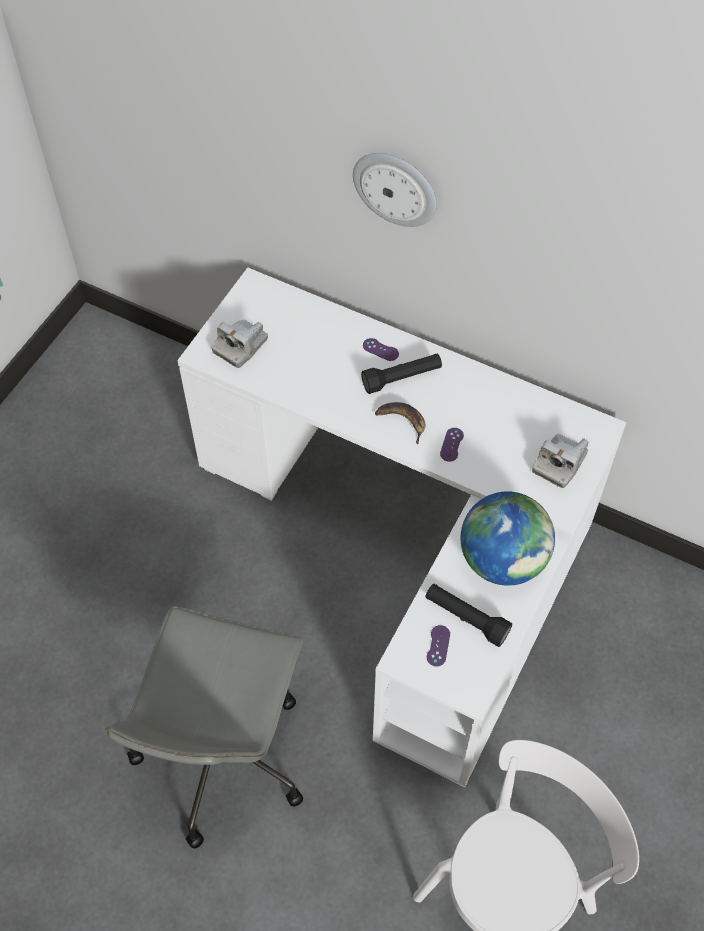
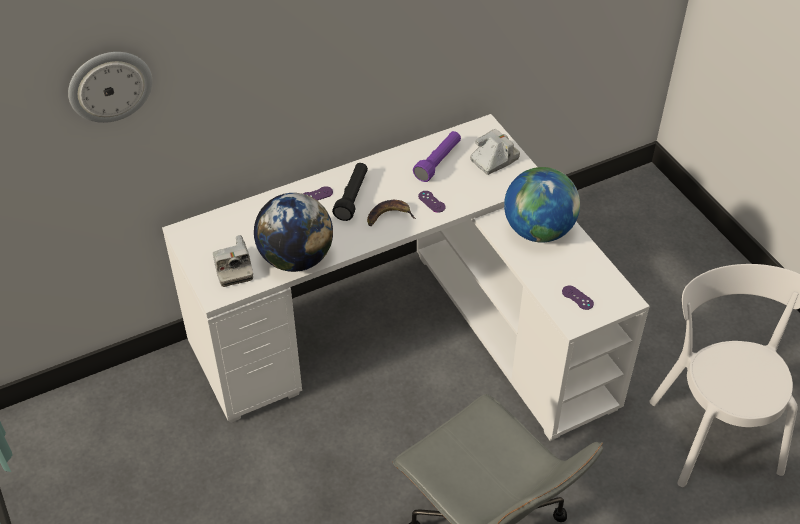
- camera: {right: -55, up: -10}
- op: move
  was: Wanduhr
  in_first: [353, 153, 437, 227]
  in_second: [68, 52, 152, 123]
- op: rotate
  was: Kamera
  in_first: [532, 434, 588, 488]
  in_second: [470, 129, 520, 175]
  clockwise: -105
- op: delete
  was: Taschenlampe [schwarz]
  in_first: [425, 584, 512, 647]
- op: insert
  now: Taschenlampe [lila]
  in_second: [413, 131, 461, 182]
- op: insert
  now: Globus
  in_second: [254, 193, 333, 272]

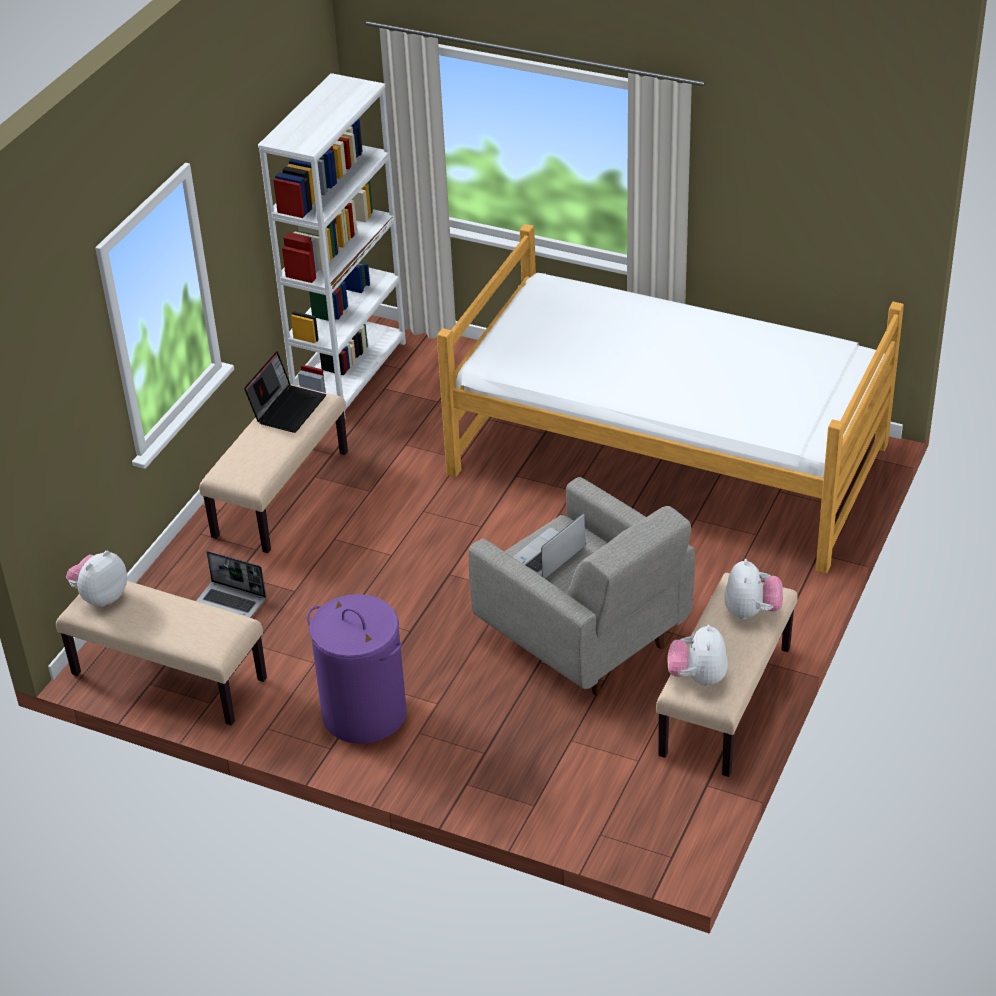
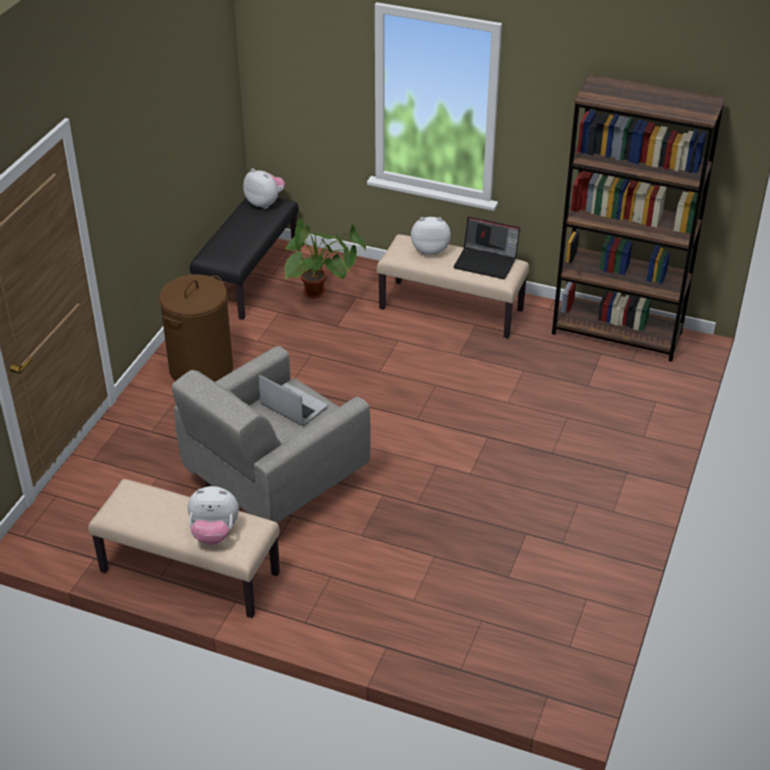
- camera: {right: 85, up: 0}
- op: recolor
  was: Bücherregal [weiß]
  now: Bücherregal [braun]
  in_first: [258, 73, 406, 418]
  in_second: [552, 74, 725, 362]
- op: delete
  was: Bett
  in_first: [437, 224, 904, 573]
- op: replace
  was: Laptop
  now: Topfpflanze
  in_first: [196, 551, 266, 618]
  in_second: [284, 219, 366, 298]
- op: recolor
  was: Bank [beige]
  now: Bank [schwarz]
  in_first: [56, 581, 267, 725]
  in_second: [190, 198, 299, 320]
- op: recolor
  was: Wäschekorb [lila]
  now: Wäschekorb [braun]
  in_first: [307, 594, 407, 744]
  in_second: [159, 274, 233, 382]
- op: move
  was: Plüschtier
  in_first: [668, 624, 728, 686]
  in_second: [411, 217, 451, 255]

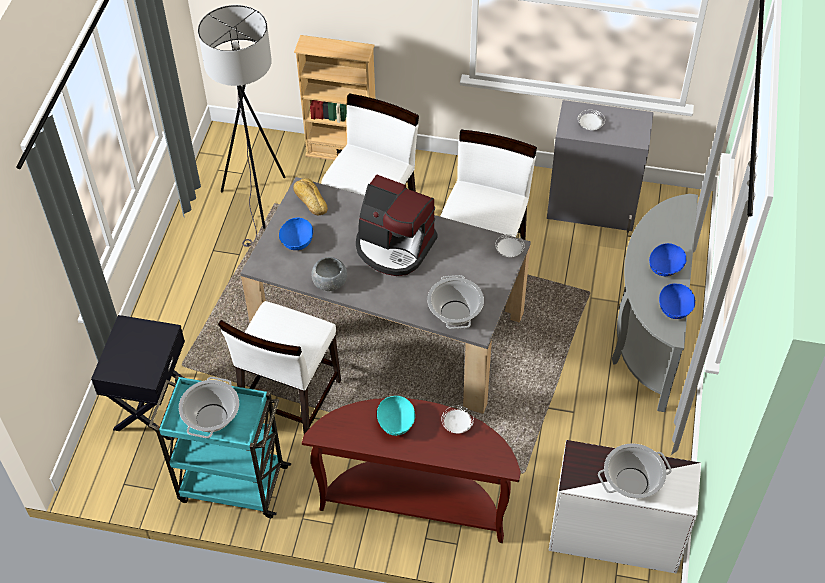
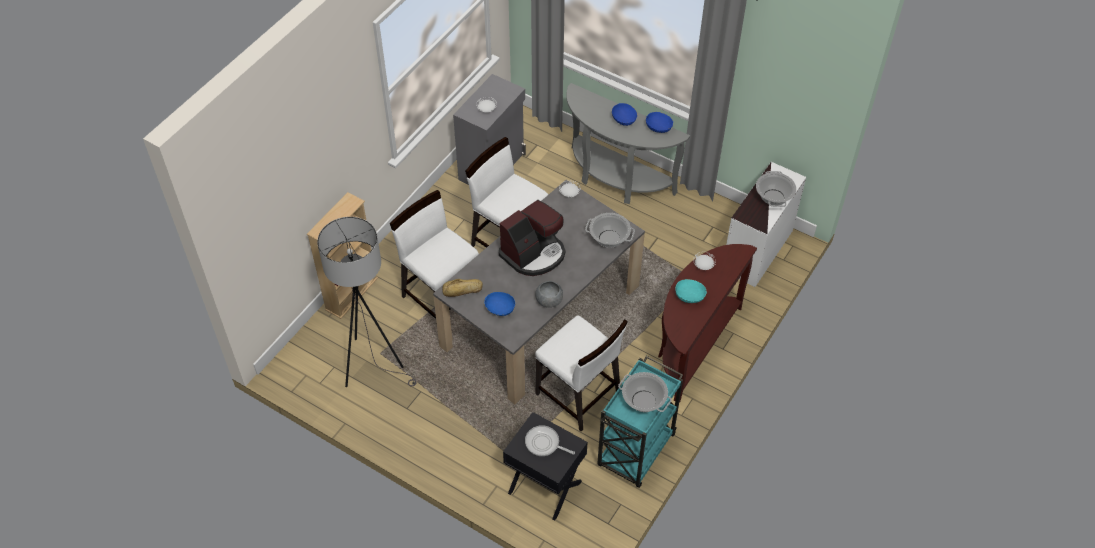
- camera: {right: -70, up: 0}
- op: insert
  now: Pfanne
  in_second: [525, 425, 575, 456]

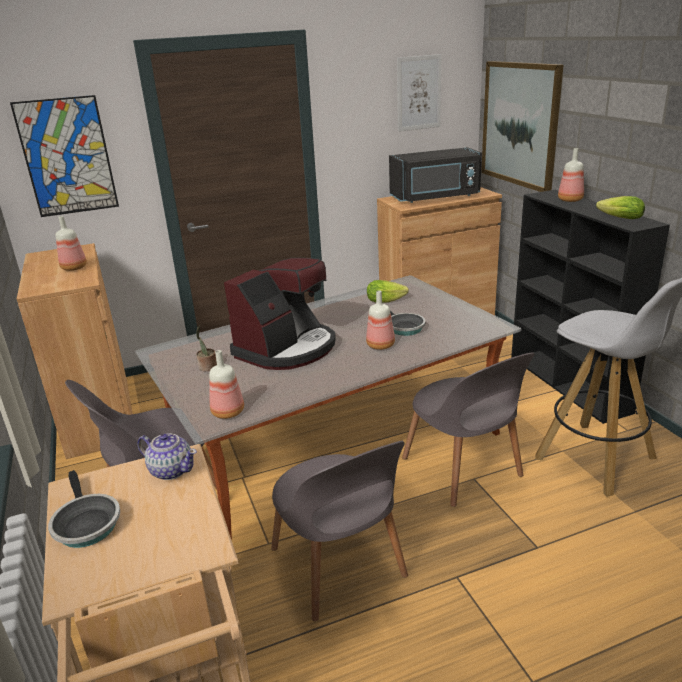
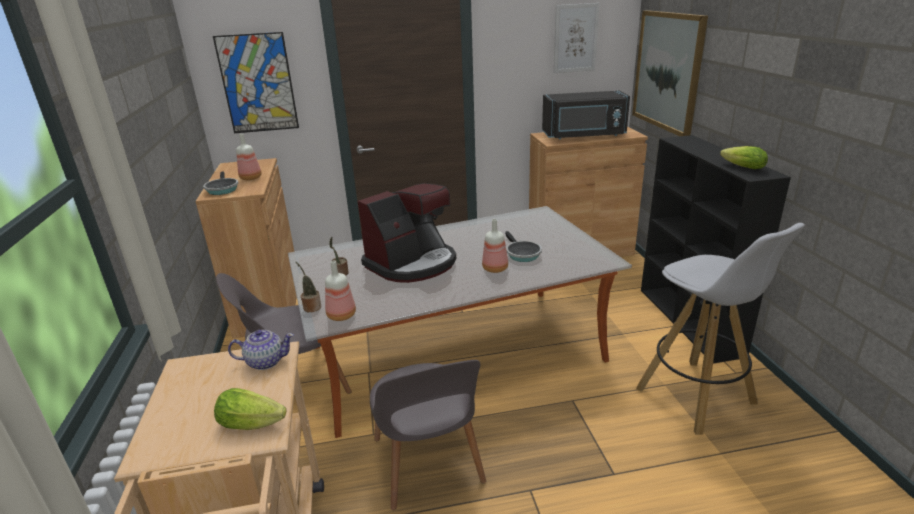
- camera: {right: 10, up: 0}
- op: delete
  was: Flasche
  in_first: [558, 148, 584, 202]
- op: move
  was: Salatkopf
  in_first: [367, 280, 409, 303]
  in_second: [214, 388, 286, 430]
- op: delete
  was: Stuhl [grau]
  in_first: [402, 352, 535, 507]
- op: rotate
  was: Teekanne
  in_first: [137, 433, 197, 480]
  in_second: [228, 330, 294, 370]
  clockwise: -45
- op: move
  was: Pfanne
  in_first: [48, 470, 120, 548]
  in_second: [203, 171, 238, 195]
- op: insert
  now: Topfpflanze
  in_second: [296, 262, 322, 312]

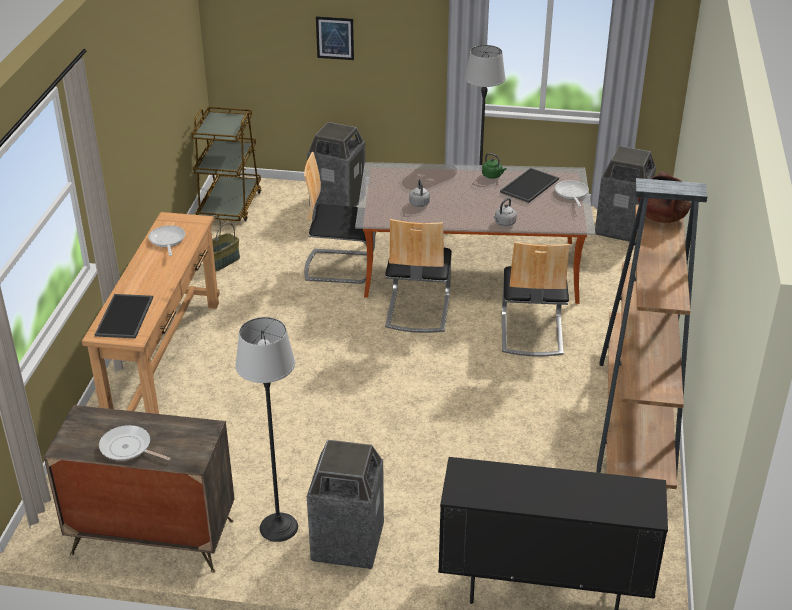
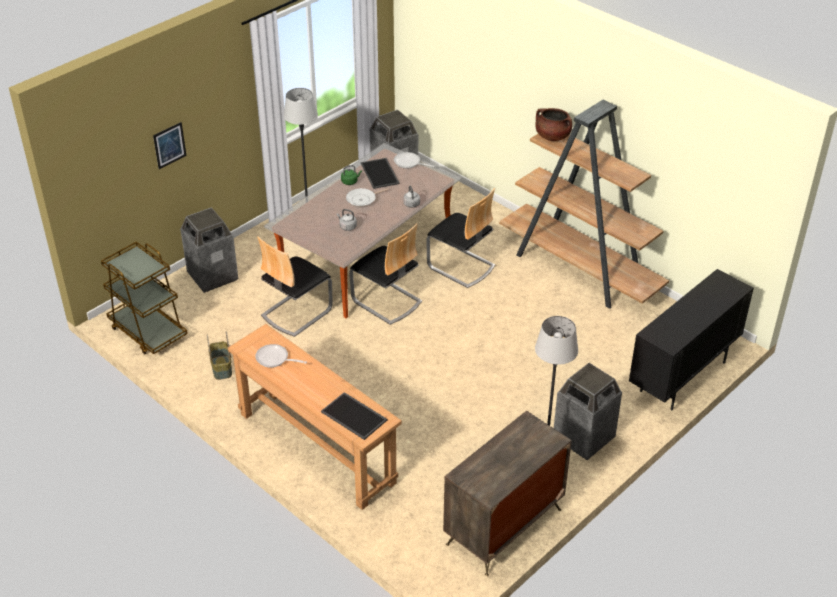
- camera: {right: -55, up: 5}
- op: move
  was: Pfanne
  in_first: [99, 425, 171, 461]
  in_second: [346, 188, 389, 207]

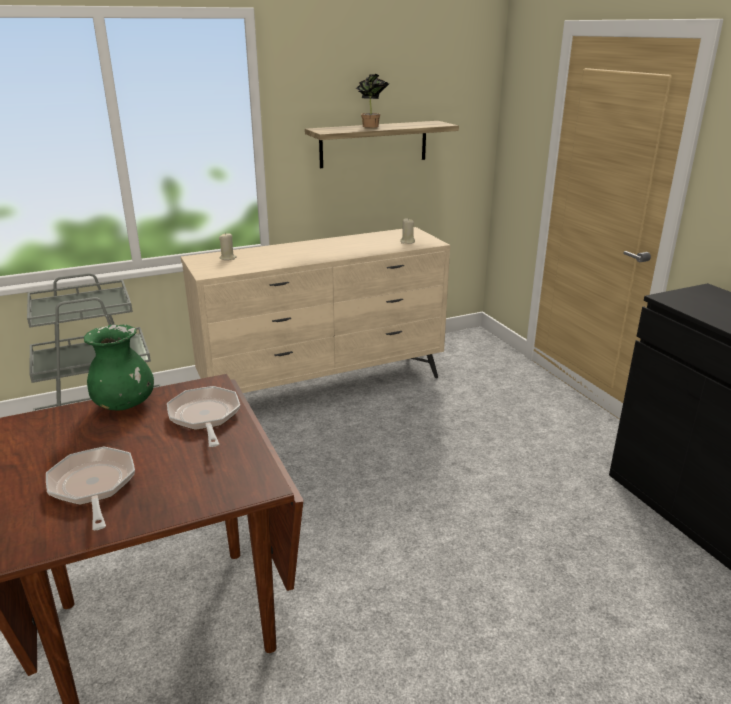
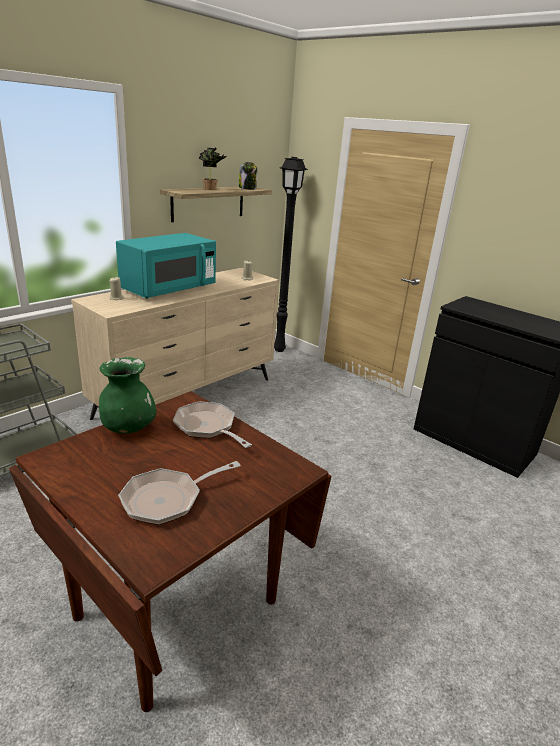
- camera: {right: -25, up: 0}
- op: rotate
  was: Pfanne
  in_first: [46, 447, 135, 530]
  in_second: [118, 461, 241, 525]
  clockwise: -75
- op: insert
  now: Stehlampe [schwarz]
  in_second: [274, 157, 308, 352]
- op: insert
  now: Vorratsglas
  in_second: [239, 162, 257, 190]
- op: insert
  now: Mikrowelle [türkis]
  in_second: [116, 233, 216, 299]

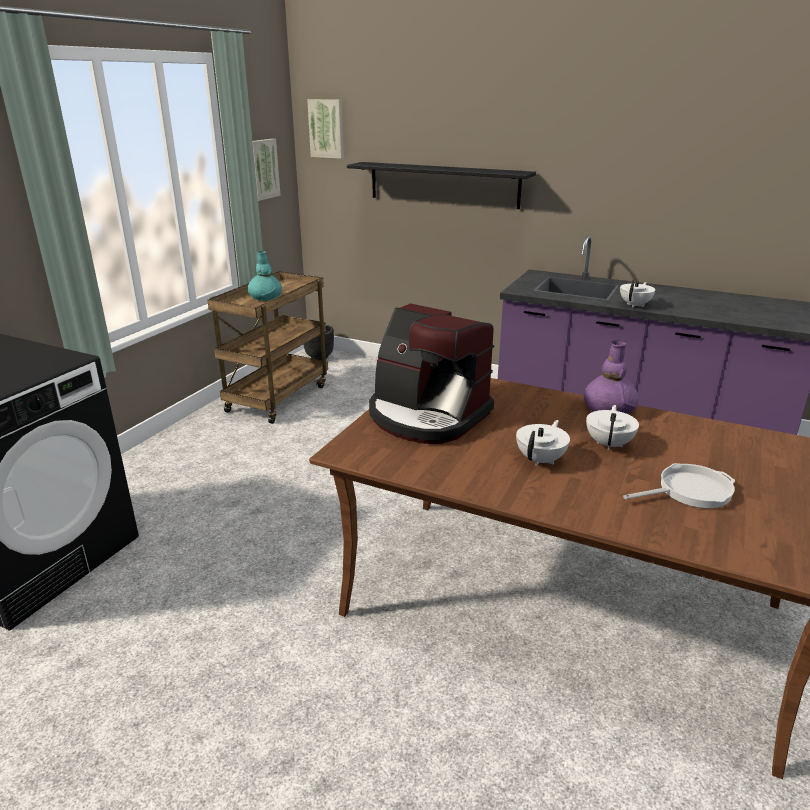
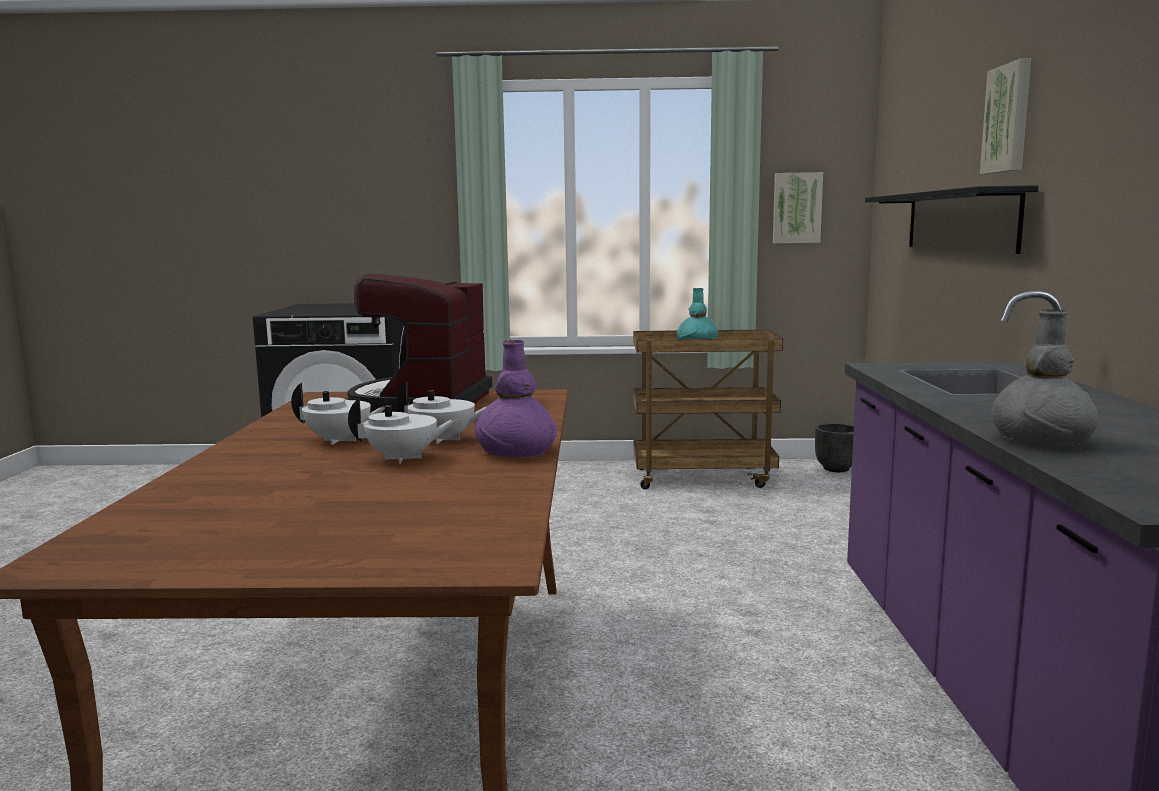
- camera: {right: 65, up: -15}
- op: move
  was: Bild
  in_first: [307, 99, 344, 159]
  in_second: [980, 58, 1031, 174]
- op: move
  was: Teekanne [weiß]
  in_first: [620, 280, 655, 307]
  in_second: [396, 382, 487, 444]
- op: delete
  was: Pfanne
  in_first: [623, 463, 735, 508]
- op: insert
  now: Vase [grau]
  in_second: [991, 309, 1099, 447]

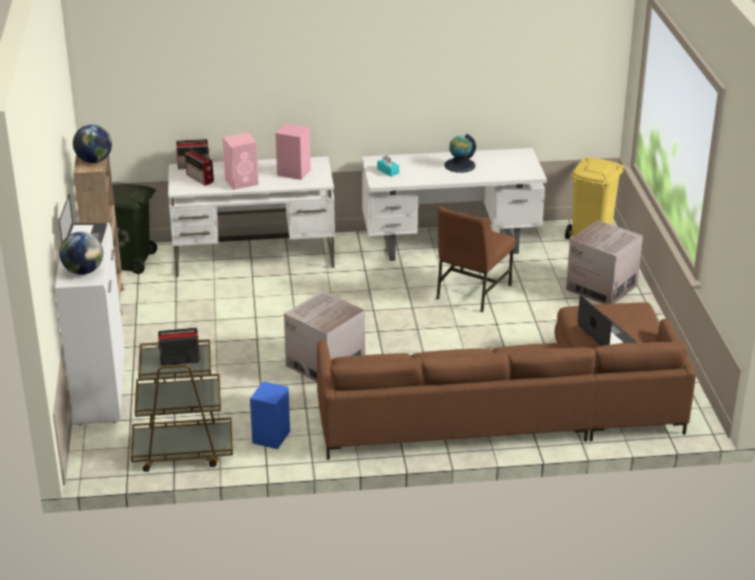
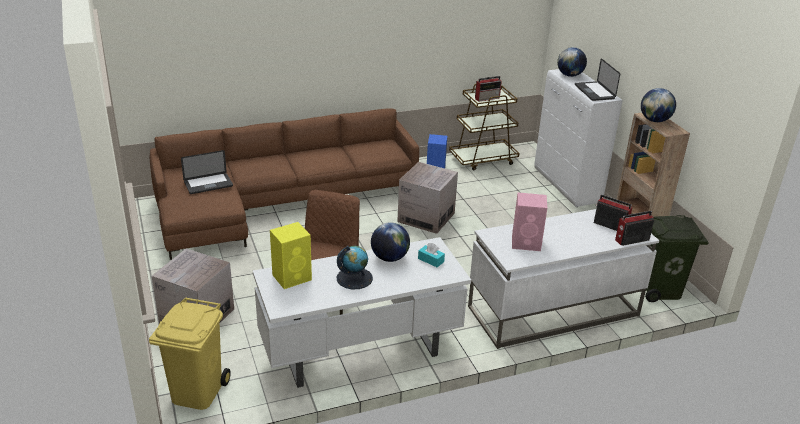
- camera: {right: 165, up: 0}
- op: delete
  was: Lautsprecher [rosa]
  in_first: [223, 132, 259, 190]
- op: rotate
  was: Laptop
  in_first: [577, 295, 636, 346]
  in_second: [181, 150, 233, 194]
  clockwise: -75
- op: insert
  now: Lautsprecher [gelb]
  in_second: [270, 222, 312, 289]
- op: insert
  now: Globus
  in_second: [371, 222, 410, 262]

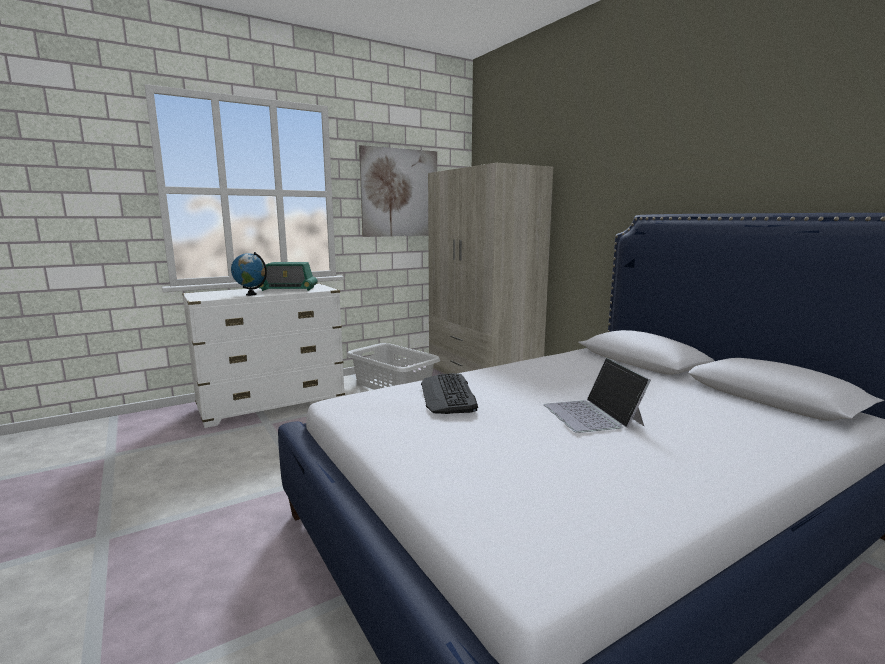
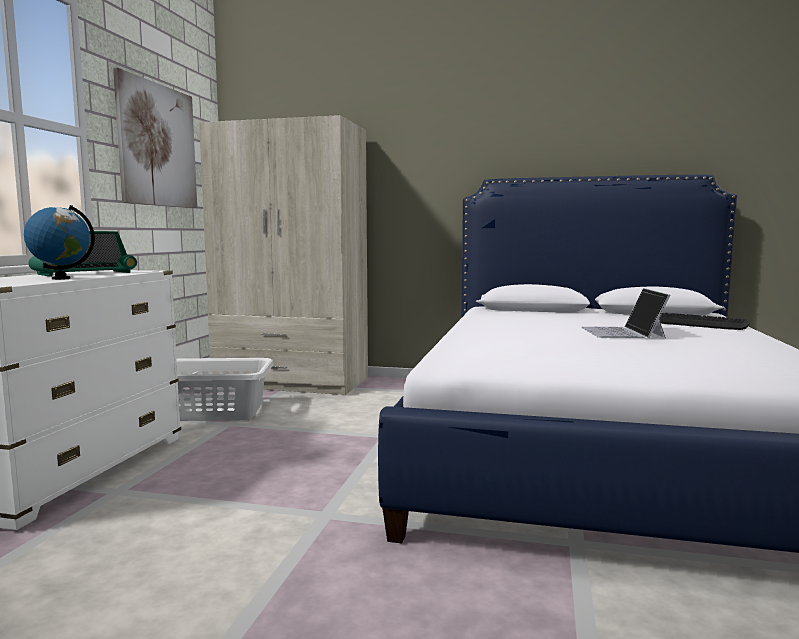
- camera: {right: -45, up: -5}
- op: rotate
  was: Laptop
  in_first: [543, 358, 651, 433]
  in_second: [581, 288, 671, 338]
  clockwise: 60
- op: move
  was: Tastatur
  in_first: [421, 373, 478, 414]
  in_second: [659, 313, 750, 330]

